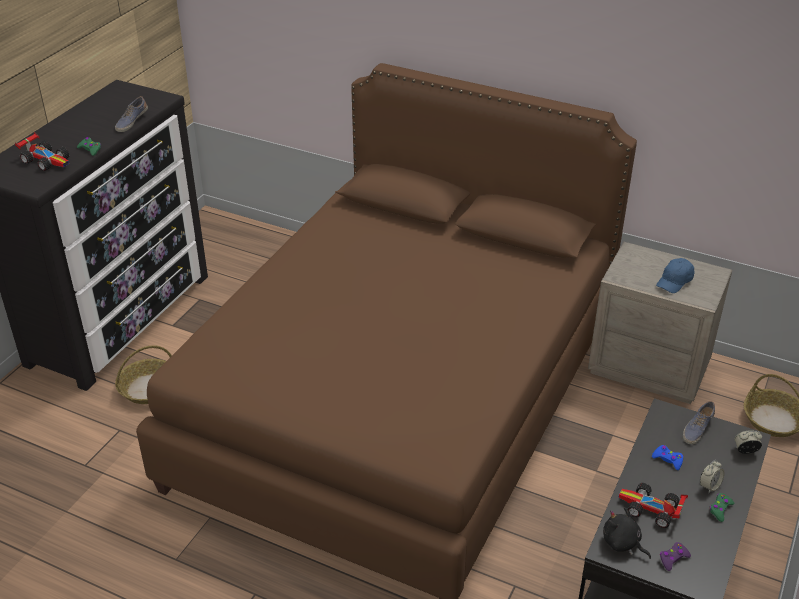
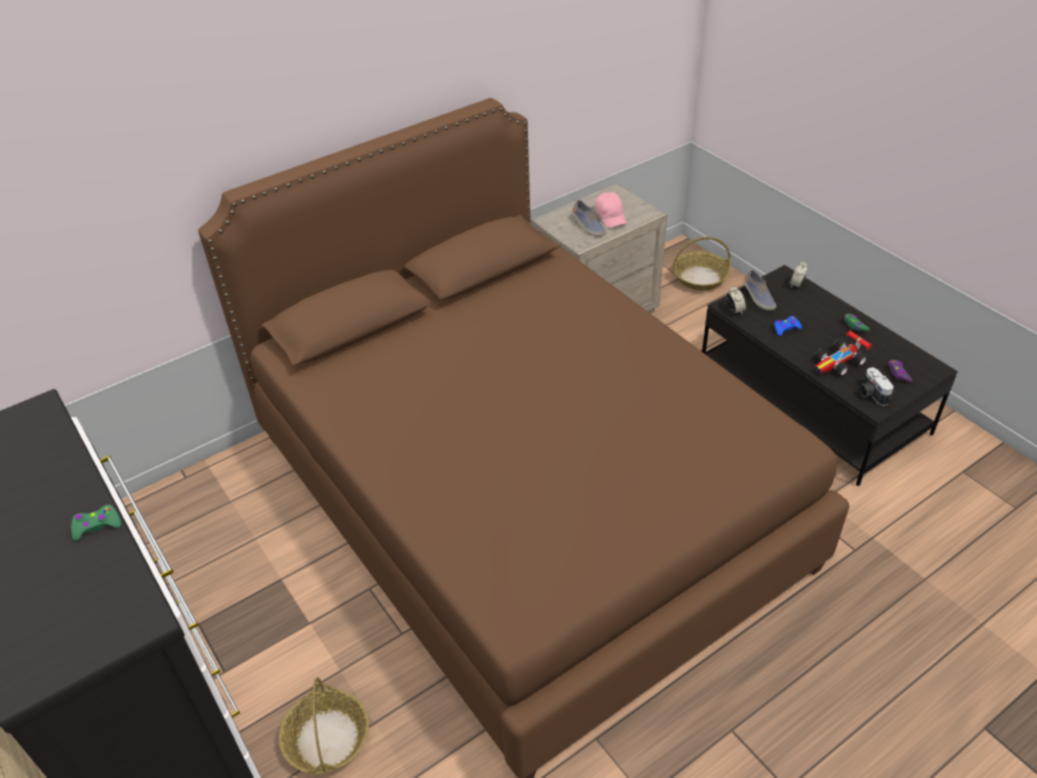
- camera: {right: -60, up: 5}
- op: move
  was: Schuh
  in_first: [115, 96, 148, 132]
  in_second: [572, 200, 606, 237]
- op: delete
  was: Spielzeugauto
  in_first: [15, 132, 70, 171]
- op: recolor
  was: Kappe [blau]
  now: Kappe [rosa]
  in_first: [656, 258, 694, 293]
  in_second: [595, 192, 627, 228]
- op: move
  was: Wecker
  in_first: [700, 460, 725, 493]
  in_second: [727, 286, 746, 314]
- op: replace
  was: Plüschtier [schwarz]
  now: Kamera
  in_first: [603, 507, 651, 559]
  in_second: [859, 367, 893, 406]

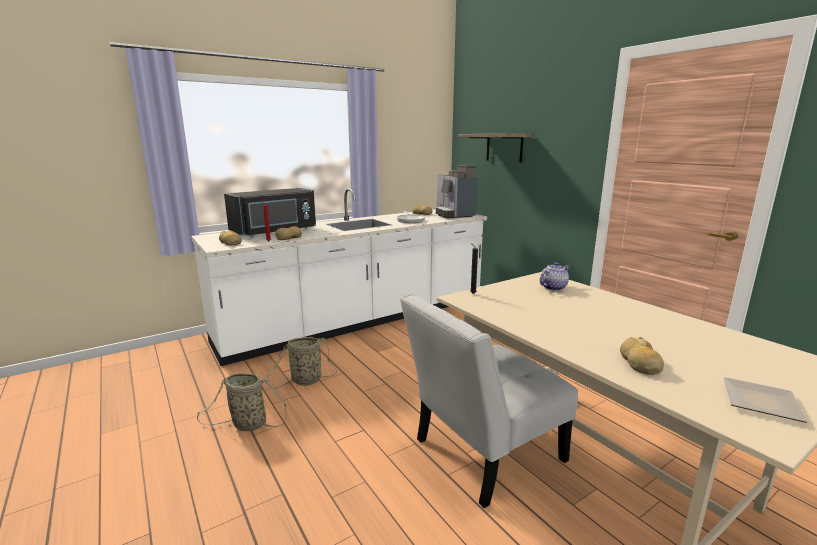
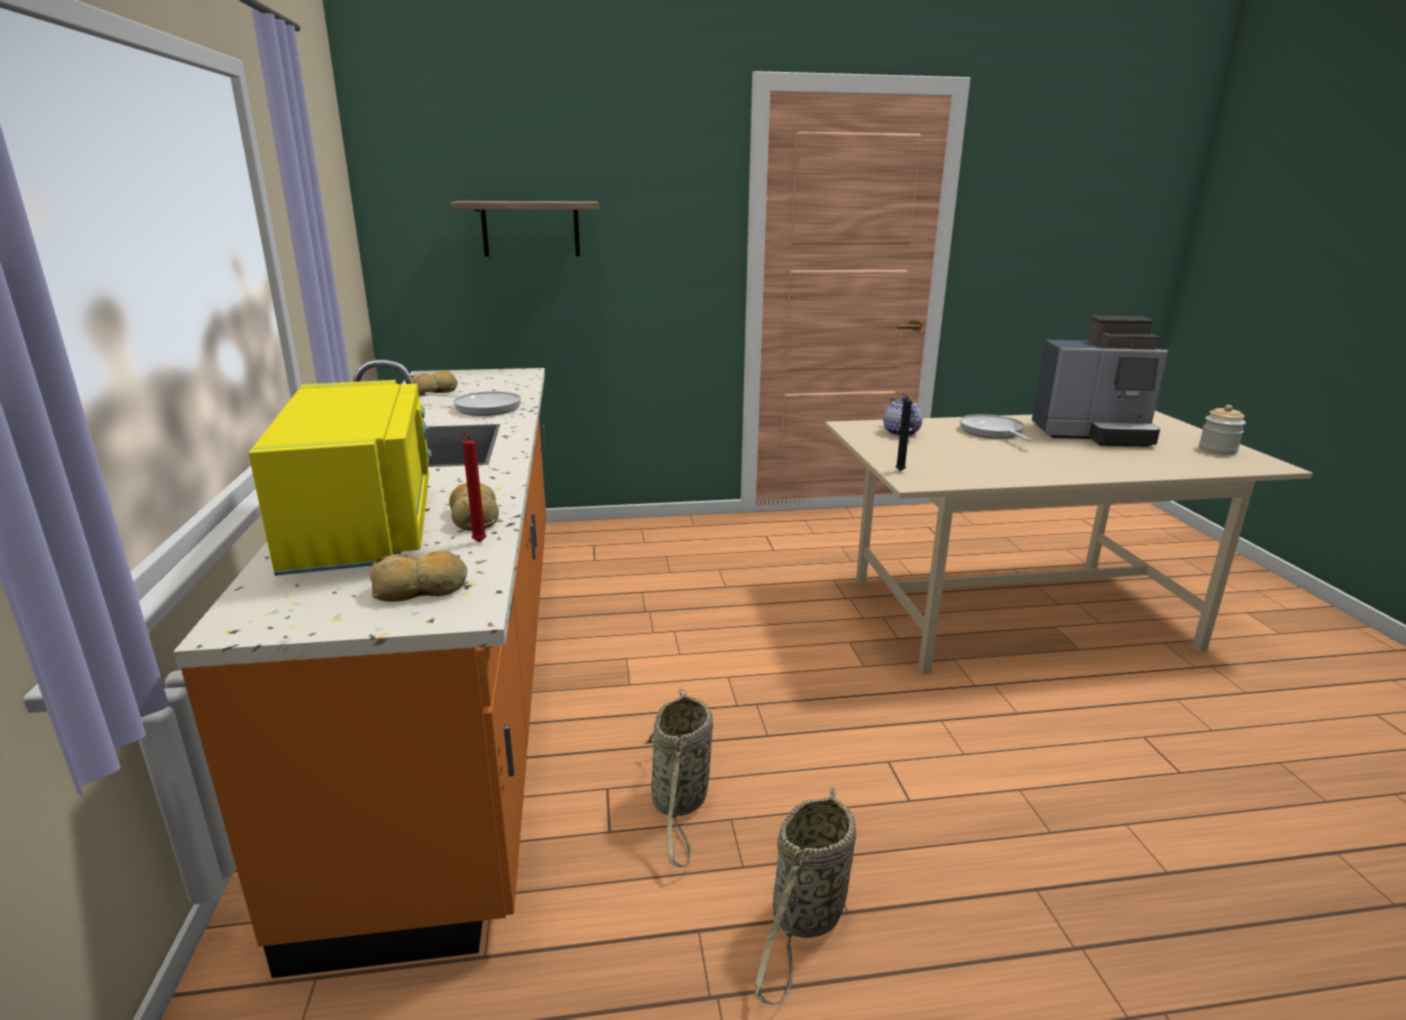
- camera: {right: -65, up: 5}
- op: move
  was: Kaffeemaschine
  in_first: [436, 165, 478, 219]
  in_second: [1032, 316, 1168, 447]
- op: recolor
  was: Küchenzeile [weiß]
  now: Küchenzeile [orange]
  in_first: [191, 188, 487, 366]
  in_second: [173, 360, 547, 978]
- op: recolor
  was: Mikrowelle [schwarz]
  now: Mikrowelle [gelb]
  in_first: [224, 188, 316, 237]
  in_second: [248, 380, 432, 576]
- op: delete
  was: Stuhl [weiß]
  in_first: [400, 293, 578, 508]
- op: delete
  was: Brot
  in_first: [620, 337, 664, 375]
- op: replace
  was: Teller
  now: Vorratsglas
  in_first: [723, 377, 808, 423]
  in_second: [1199, 405, 1246, 455]
- op: insert
  now: Pfanne
  in_second: [960, 414, 1032, 441]

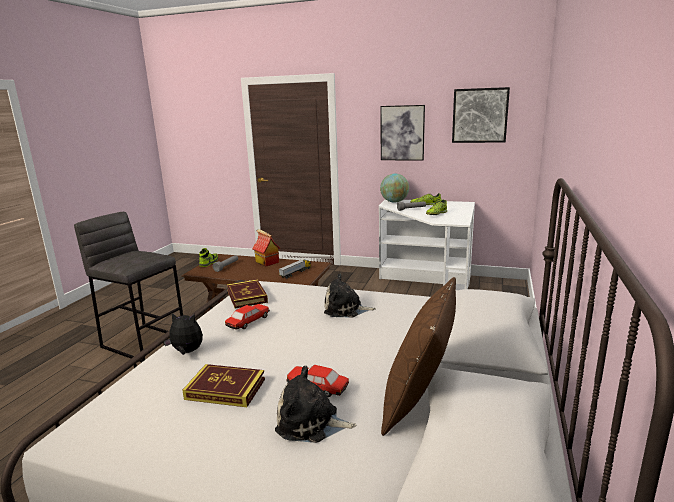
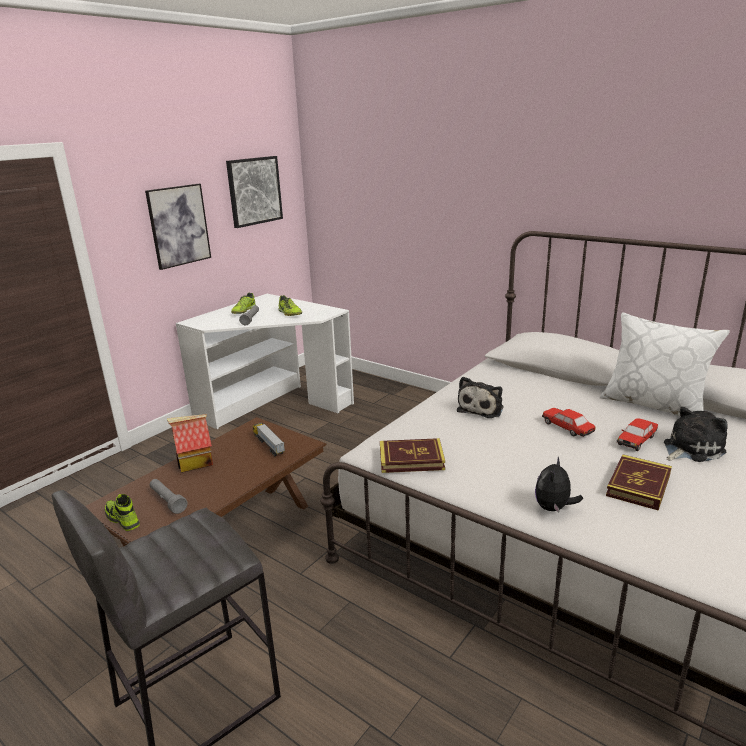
- camera: {right: -70, up: 5}
- op: delete
  was: Globus
  in_first: [380, 174, 409, 203]
- op: recolor
  was: Kissen [braun]
  now: Kissen [weiß]
  in_first: [381, 277, 456, 436]
  in_second: [600, 312, 730, 416]
- op: move
  was: Spielzeugauto
  in_first: [225, 304, 270, 330]
  in_second: [542, 408, 596, 437]
- op: rotate
  was: Plüschtier
  in_first: [275, 366, 357, 443]
  in_second: [664, 407, 728, 462]
  clockwise: -150

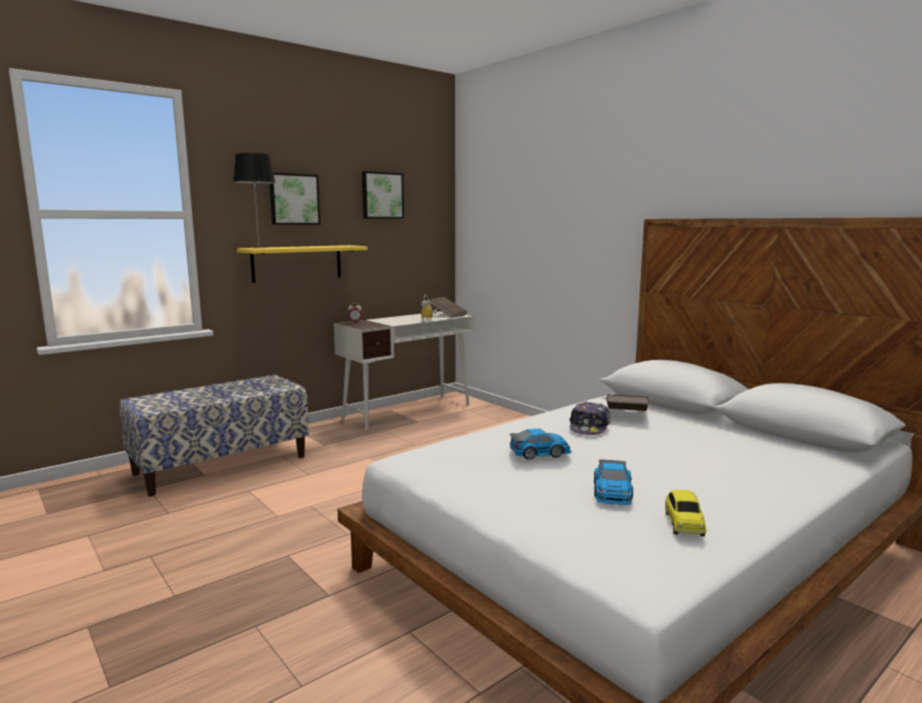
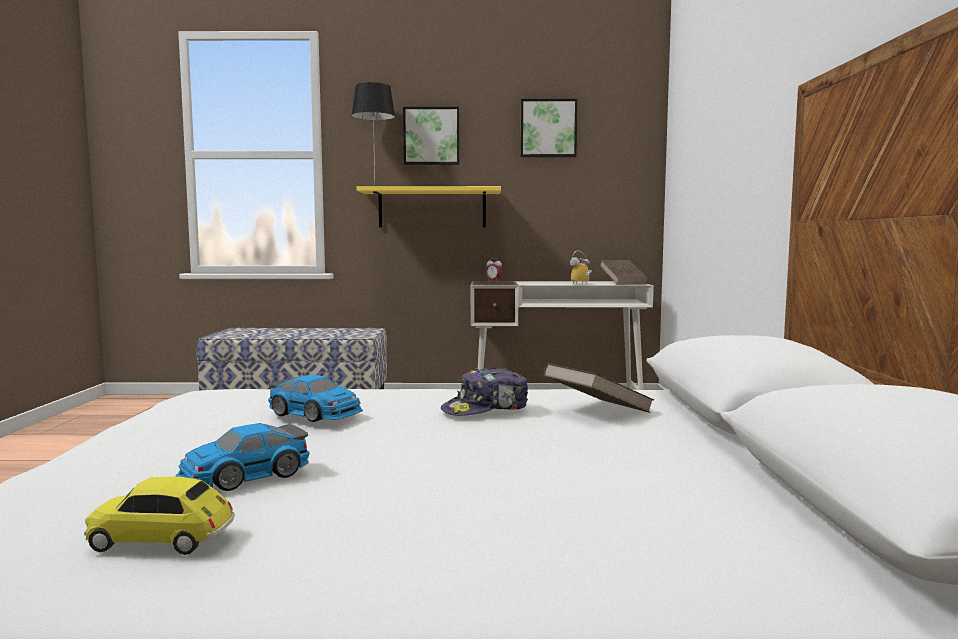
- camera: {right: 40, up: -5}
- op: rotate
  was: Spielzeugauto
  in_first: [665, 490, 706, 536]
  in_second: [84, 477, 235, 555]
  clockwise: 45

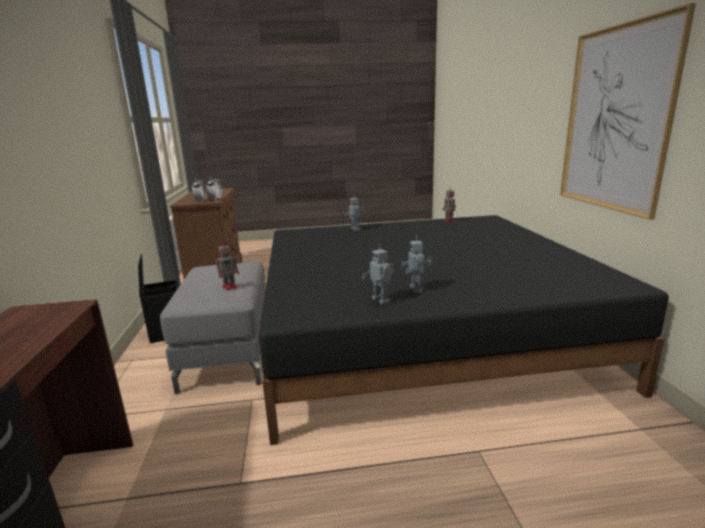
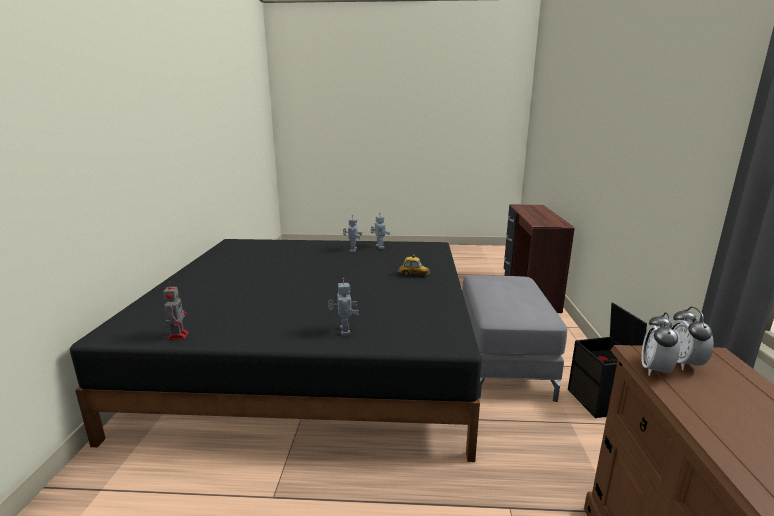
- camera: {right: -170, up: 0}
- op: delete
  was: Bild
  in_first: [560, 3, 696, 220]
- op: delete
  was: Spielzeugroboter
  in_first: [216, 241, 239, 291]
- op: insert
  now: Spielzeugauto
  in_second: [398, 254, 430, 276]

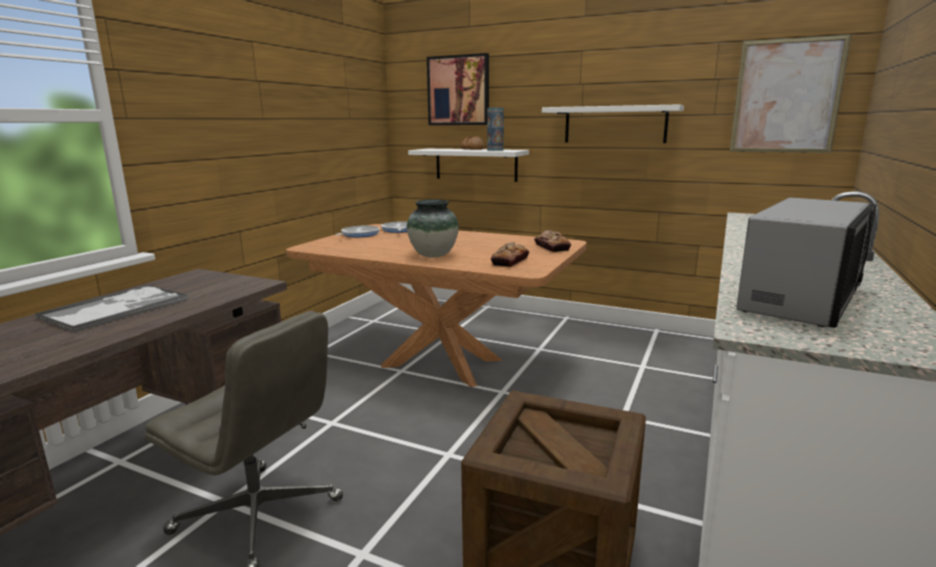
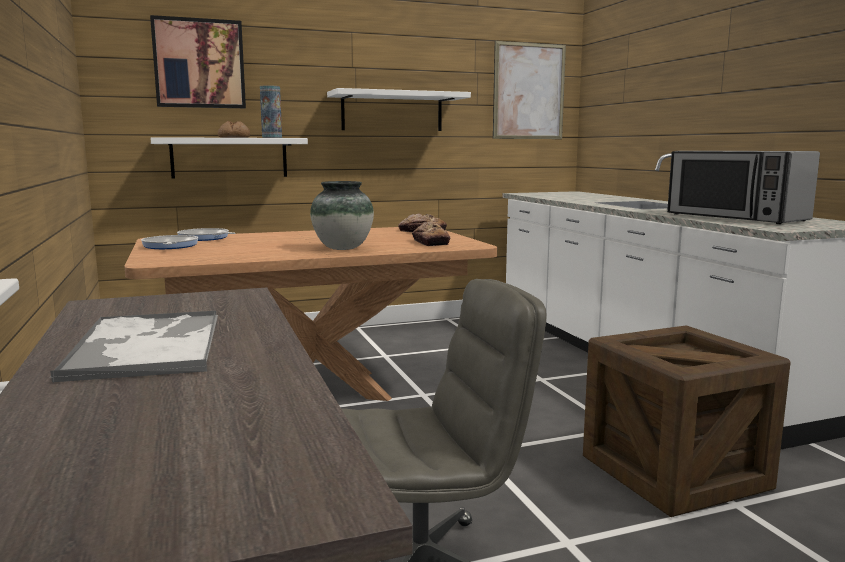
- camera: {right: -45, up: -5}
- op: rotate
  was: Mikrowelle
  in_first: [736, 197, 876, 328]
  in_second: [667, 151, 820, 224]
  clockwise: 150

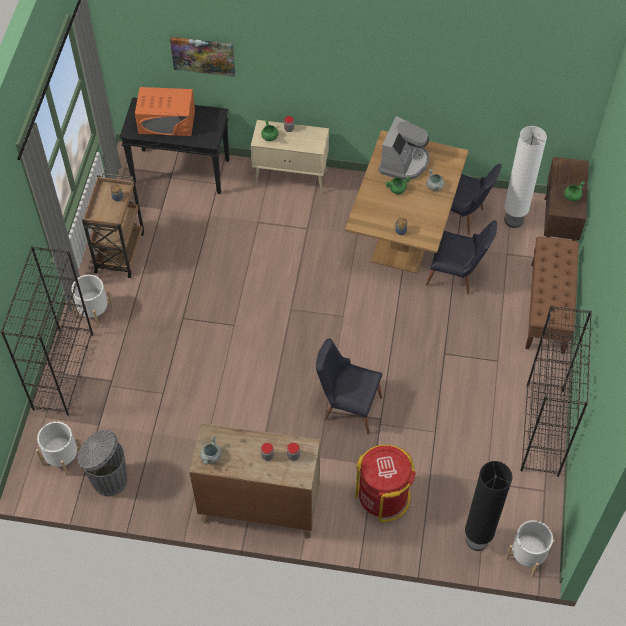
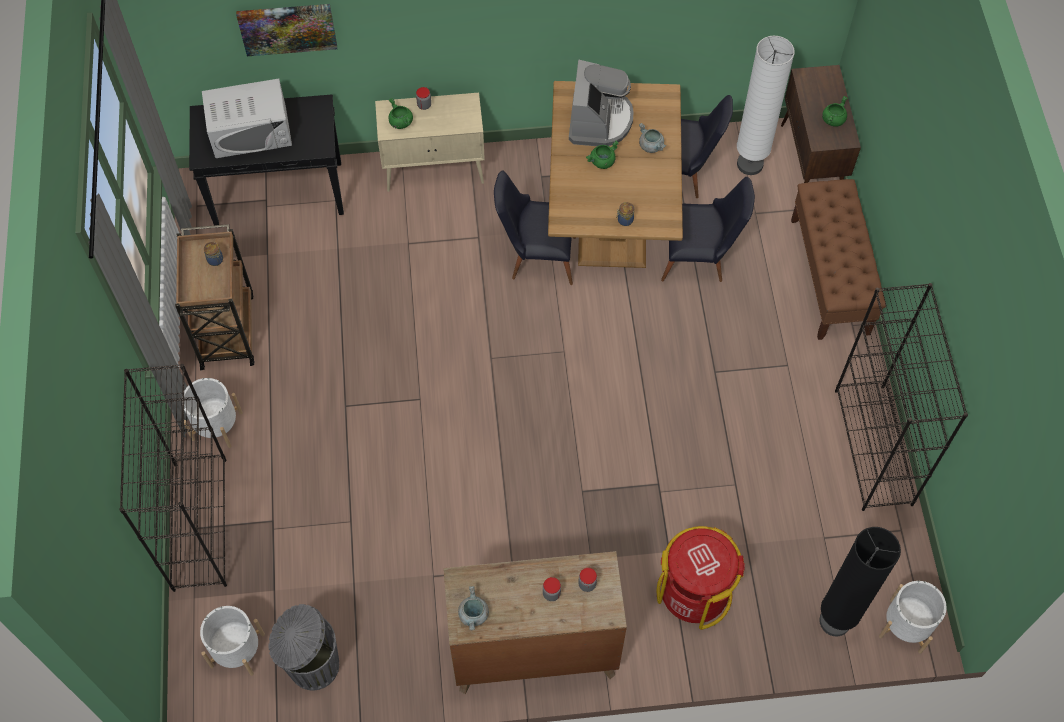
- camera: {right: -15, up: 5}
- op: recolor
  was: Mikrowelle [orange]
  now: Mikrowelle [weiß]
  in_first: [135, 87, 195, 136]
  in_second: [202, 79, 292, 158]
- op: move
  was: Stuhl [schwarz]
  in_first: [316, 338, 382, 434]
  in_second: [494, 171, 576, 285]

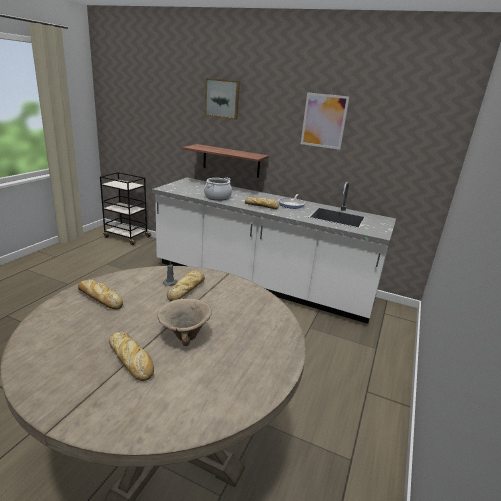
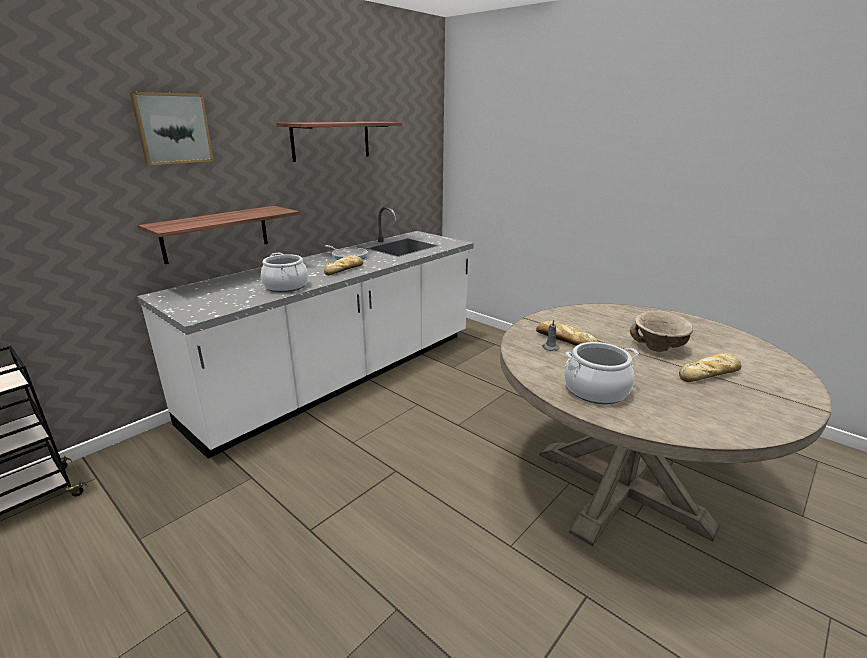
- camera: {right: -70, up: 0}
- op: replace
  was: Bild
  now: Wandregal
  in_first: [301, 92, 350, 150]
  in_second: [276, 122, 402, 162]
- op: replace
  was: Brot
  now: Kochtopf
  in_first: [78, 279, 123, 309]
  in_second: [564, 342, 639, 404]

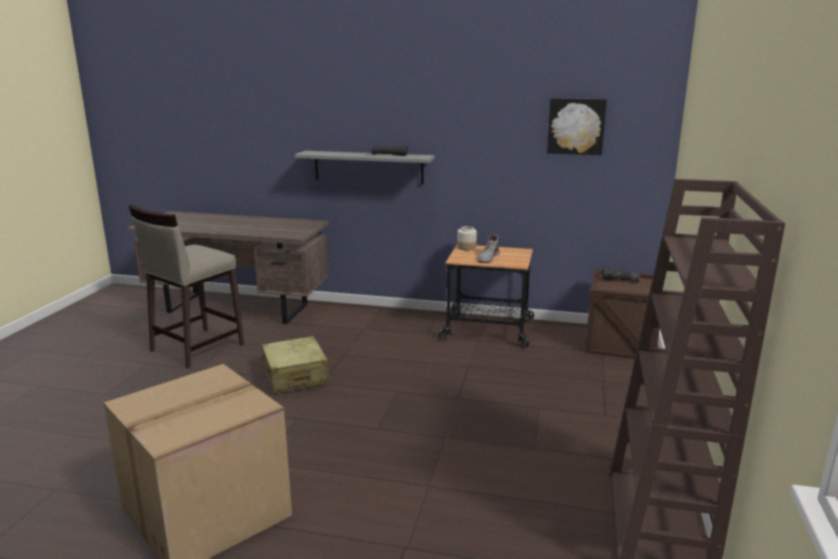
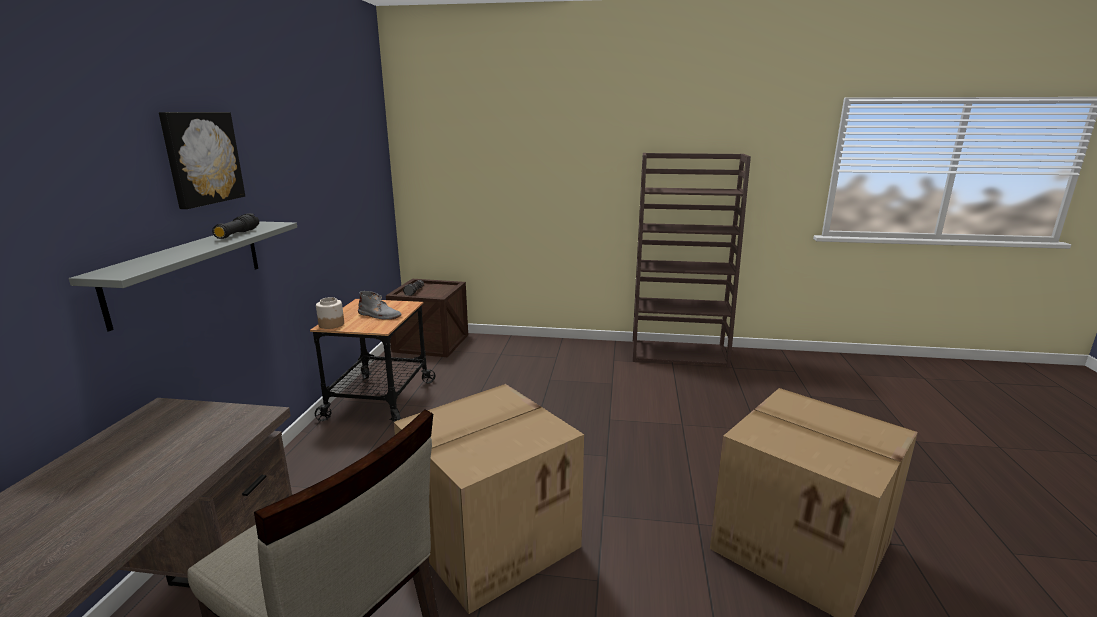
- camera: {right: -95, up: 0}
- op: move
  was: Bild
  in_first: [547, 98, 607, 155]
  in_second: [159, 112, 245, 209]
- op: replace
  was: Koffer [beige]
  now: Karton
  in_first: [261, 336, 329, 394]
  in_second: [394, 384, 584, 614]

